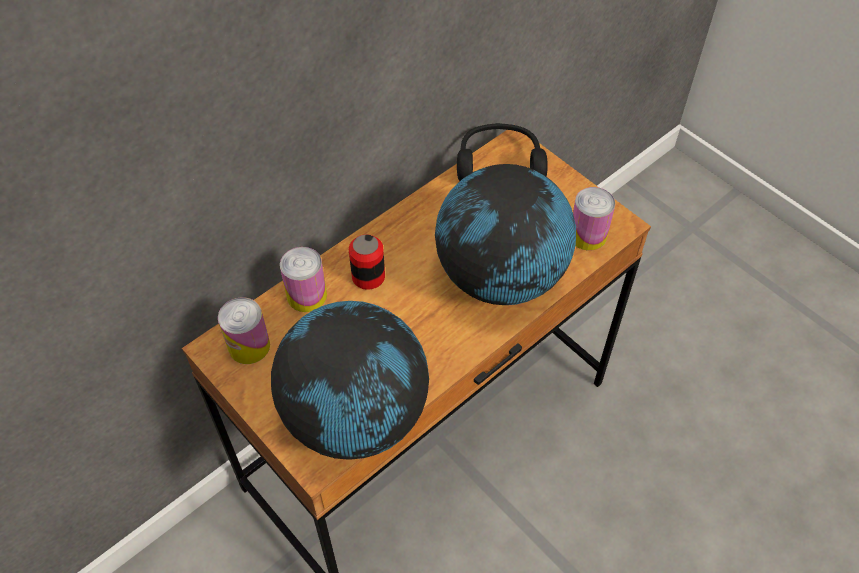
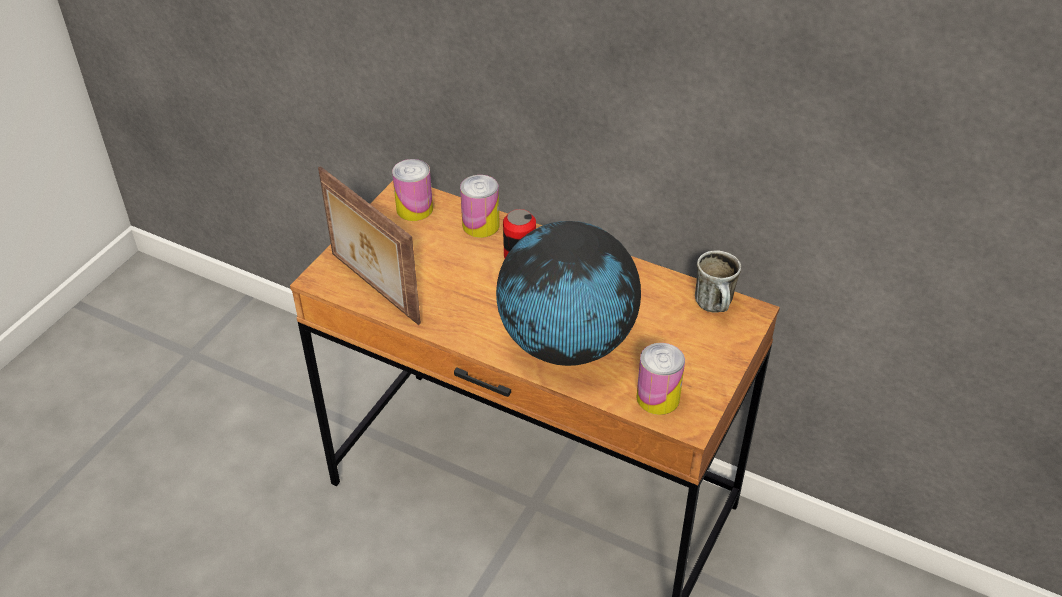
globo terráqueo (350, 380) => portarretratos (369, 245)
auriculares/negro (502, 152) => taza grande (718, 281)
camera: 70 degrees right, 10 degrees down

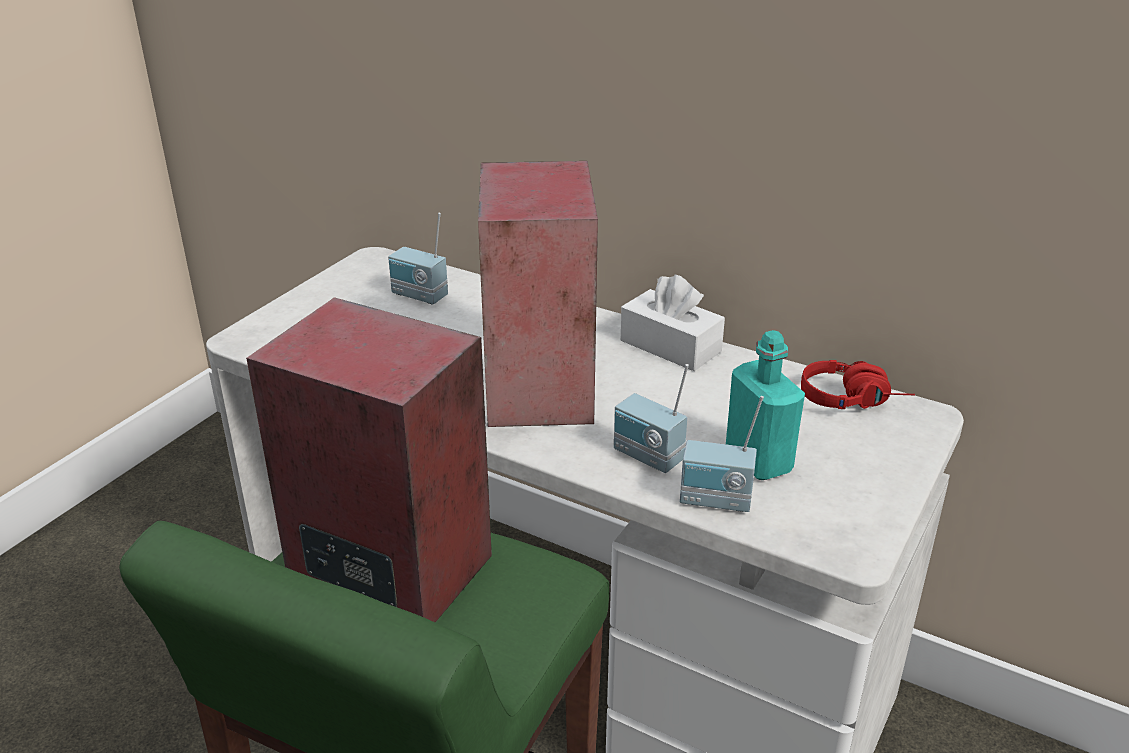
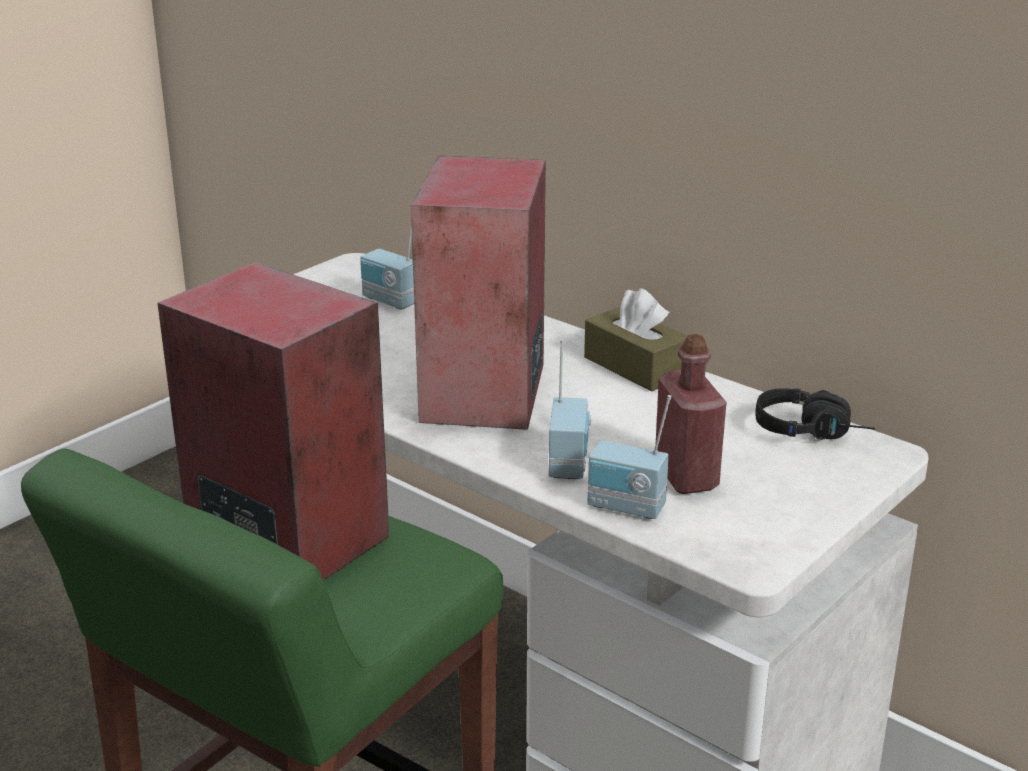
radio (651, 418) => radio (571, 409), 135 degrees counterclockwise
caja de pañuelos/blanco (672, 323) => caja de pañuelos/marrón (635, 340)
botella/turquesa (765, 405) => botella/rojo (691, 414)
auriculares/rojo (858, 384) => auriculares/negro (815, 414)
camera: 10 degrees right, 5 degrees down

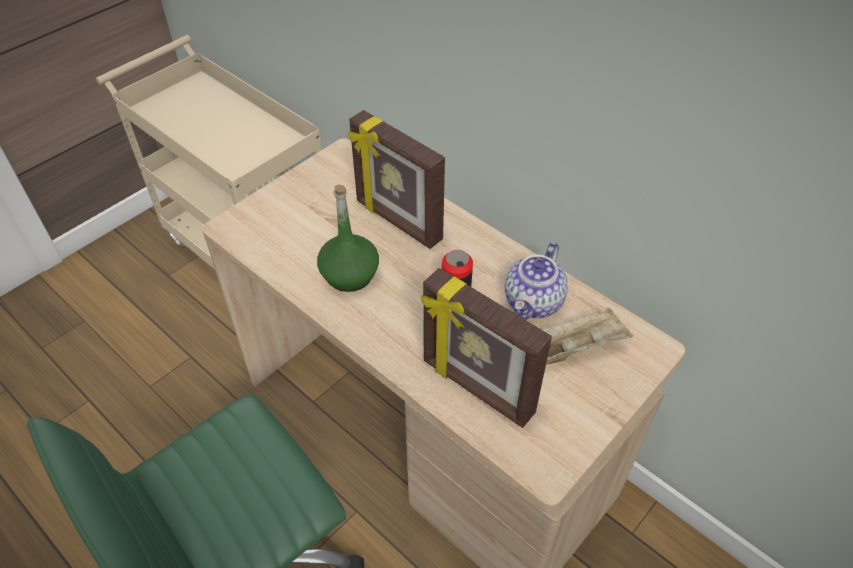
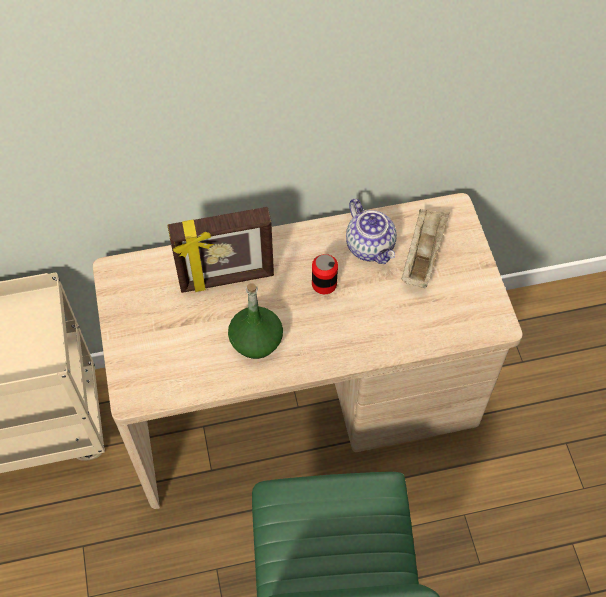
portarretratos (486, 348) => nothing
camera: 55 degrees left, 10 degrees up

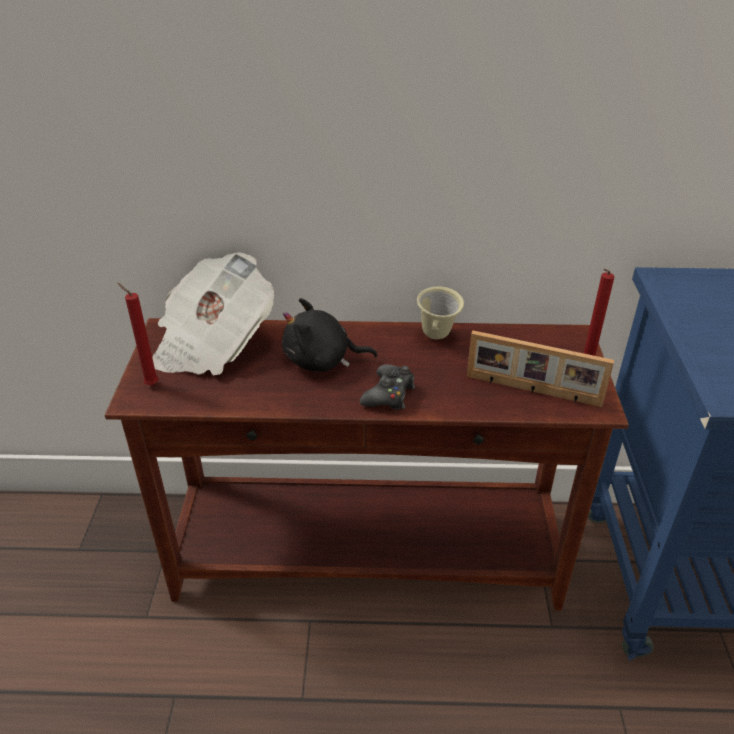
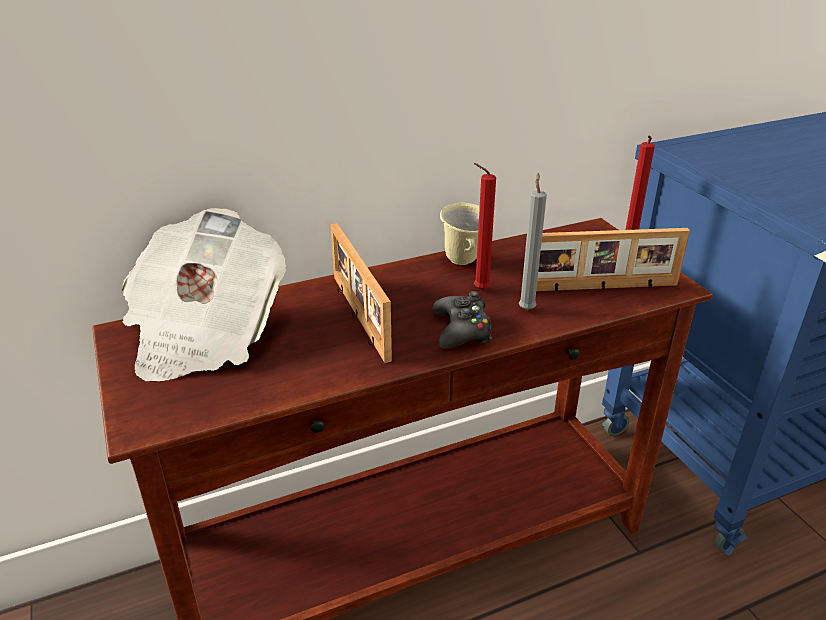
peluche/negro (329, 335) => portarretratos (361, 293)
vela/rojo (138, 334) => vela/rojo (485, 226), moved
nothing => vela/gris (533, 241)
camera: 25 degrees left, 5 degrees down

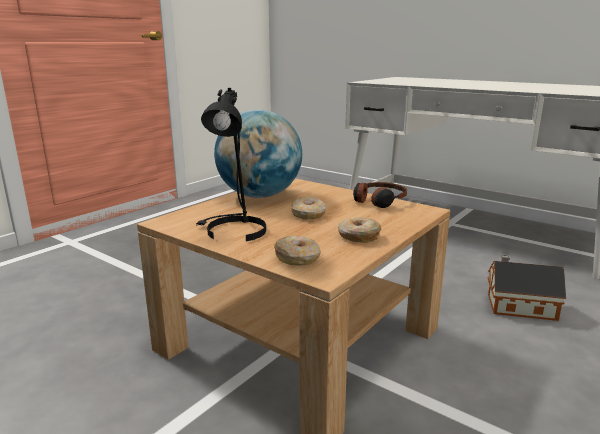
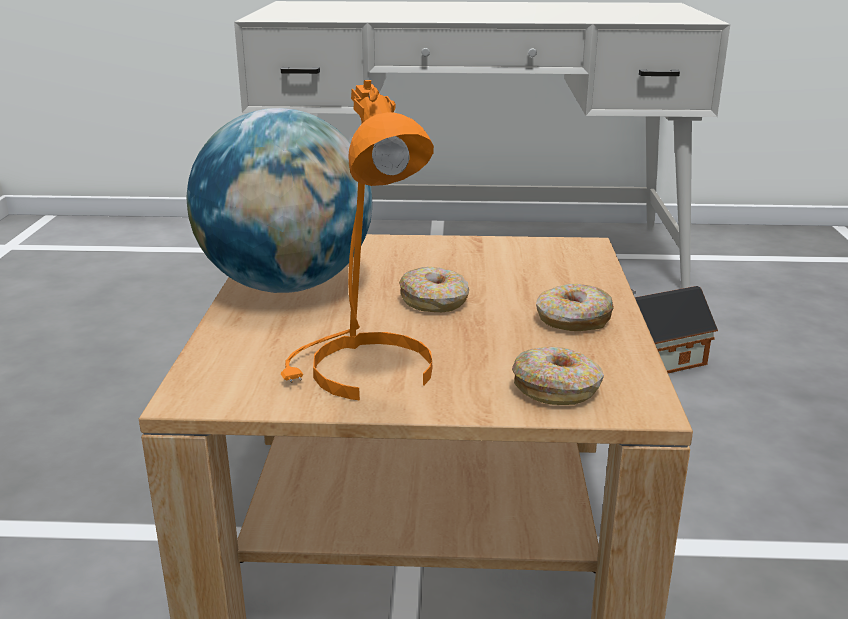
lámpara de mesa/negro (231, 164) => lámpara de mesa/naranja (357, 240)
auriculares (380, 195) => nothing
camera: 35 degrees left, 5 degrees up

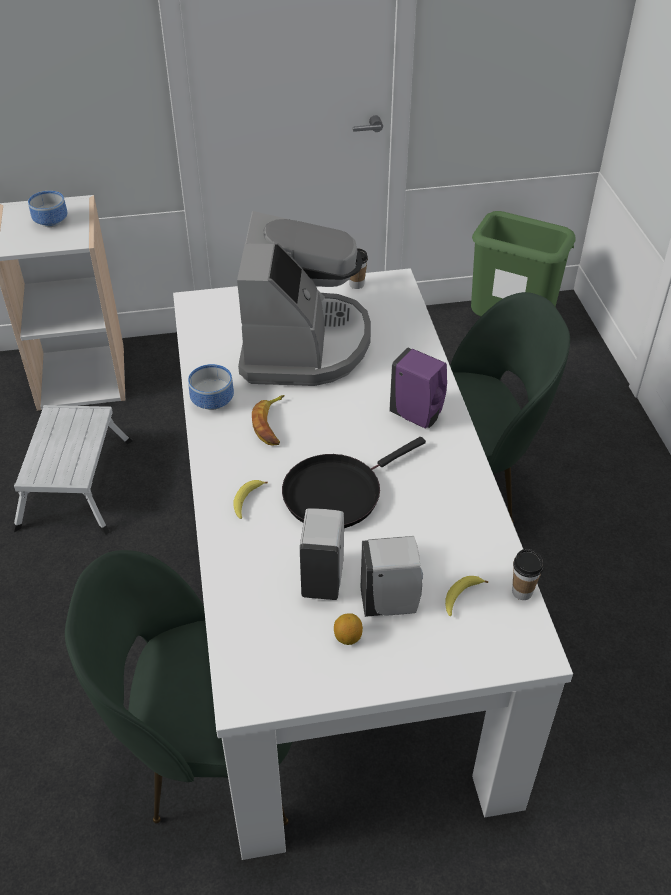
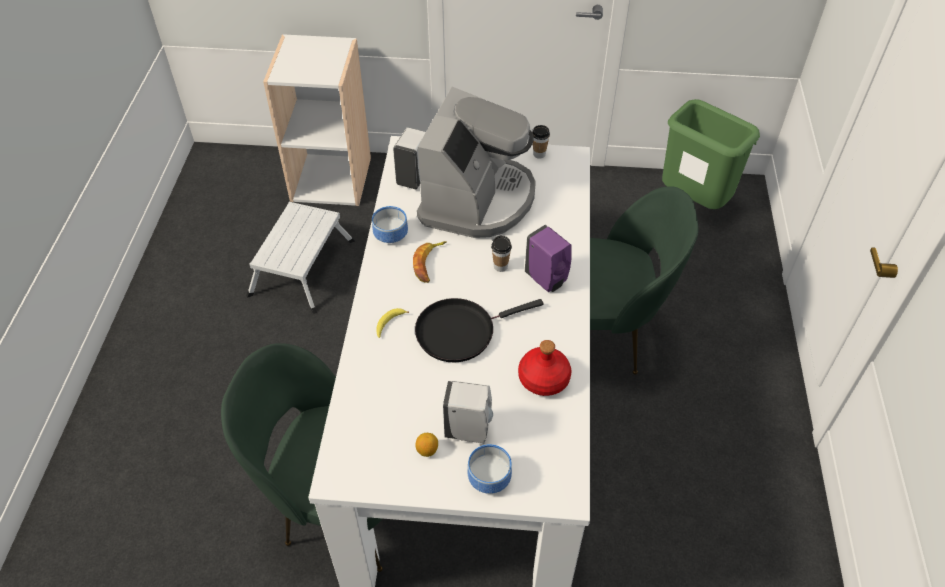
dispensador de jabón/blanco (322, 554) => dispensador de jabón/blanco (409, 158), moved
cuenco (47, 209) => cuenco (490, 469), moved
taza (527, 574) => taza (501, 253), moved
nothing => botella/rojo (545, 368)
plátano (466, 596) => nothing
camera: 15 degrees right, 5 degrees up

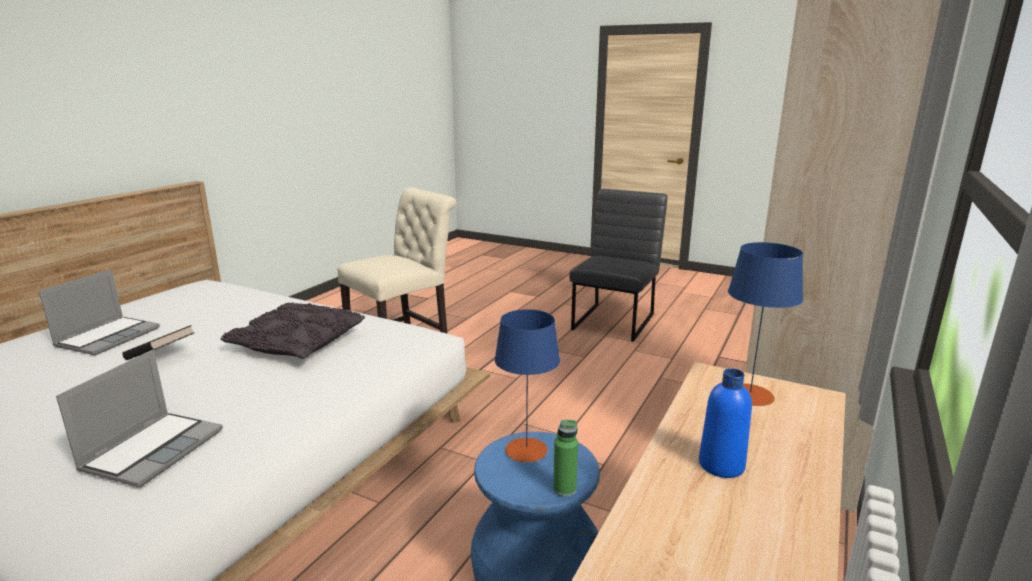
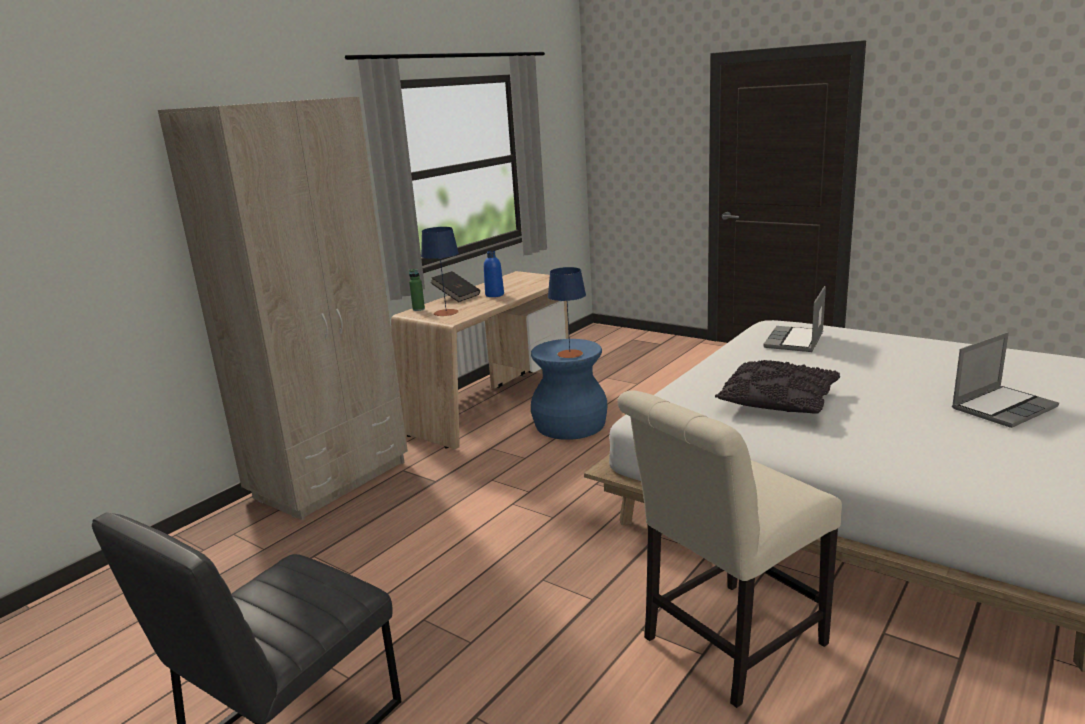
botella/verde (565, 458) => botella/verde (417, 290), moved
libro/negro (158, 342) => libro/negro (455, 286), moved
portátil (99, 312) => portátil (1005, 380), 150 degrees counterclockwise
camera: 170 degrees left, 0 degrees up

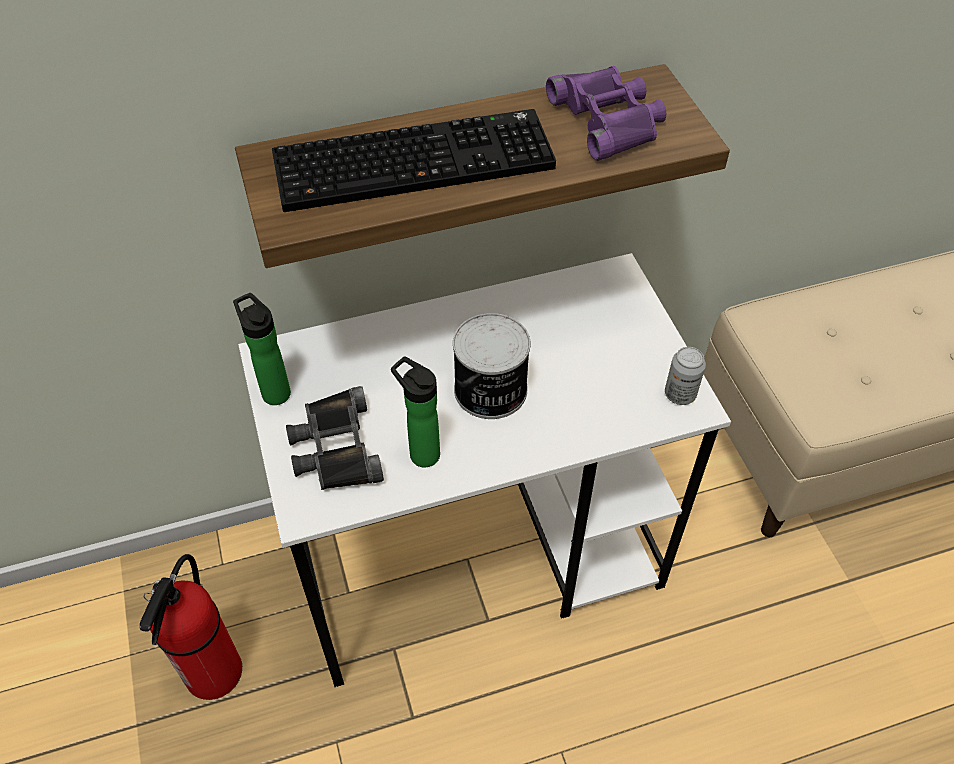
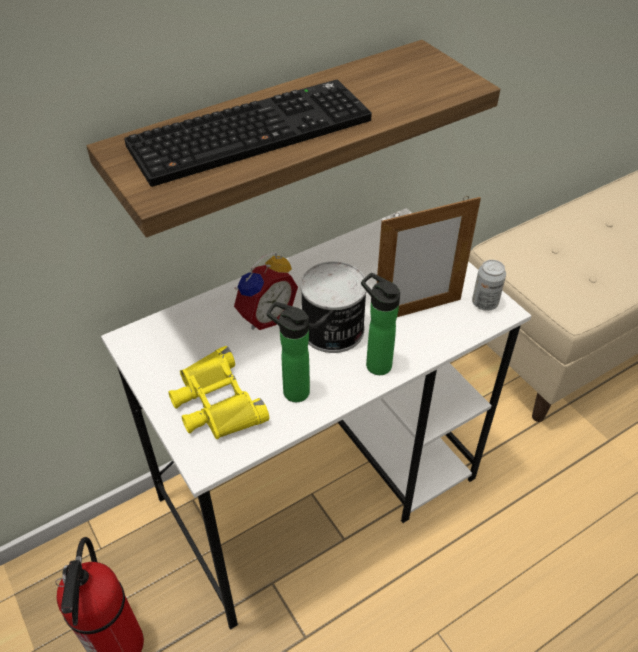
prismáticos/negro (335, 438) => prismáticos/amarillo (218, 392)
nothing => despertador (266, 291)
botella (262, 349) => botella (380, 324), moved
nothing => portarretratos (429, 256)
prismáticos/morado (606, 113) => nothing
camera: 15 degrees left, 5 degrees down

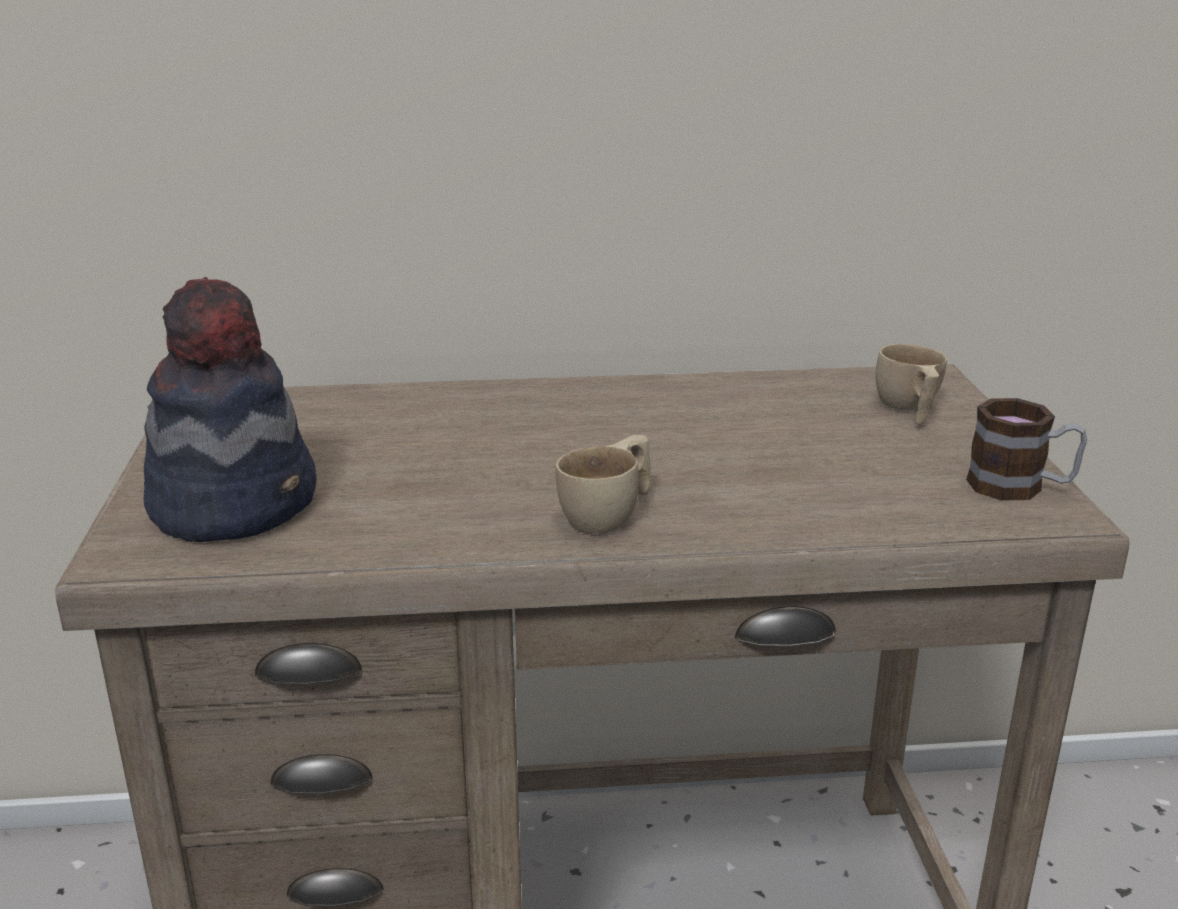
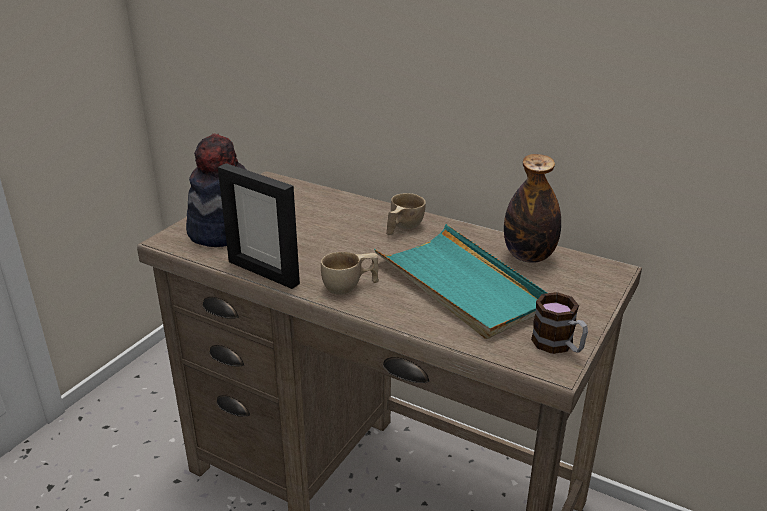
nothing => portarretratos (259, 226)
nothing => bandeja/turquesa (460, 281)
taza/beis (911, 384) => taza/beis (406, 214), moved
nothing => botella (532, 208)
camera: 35 degrees right, 5 degrees up

